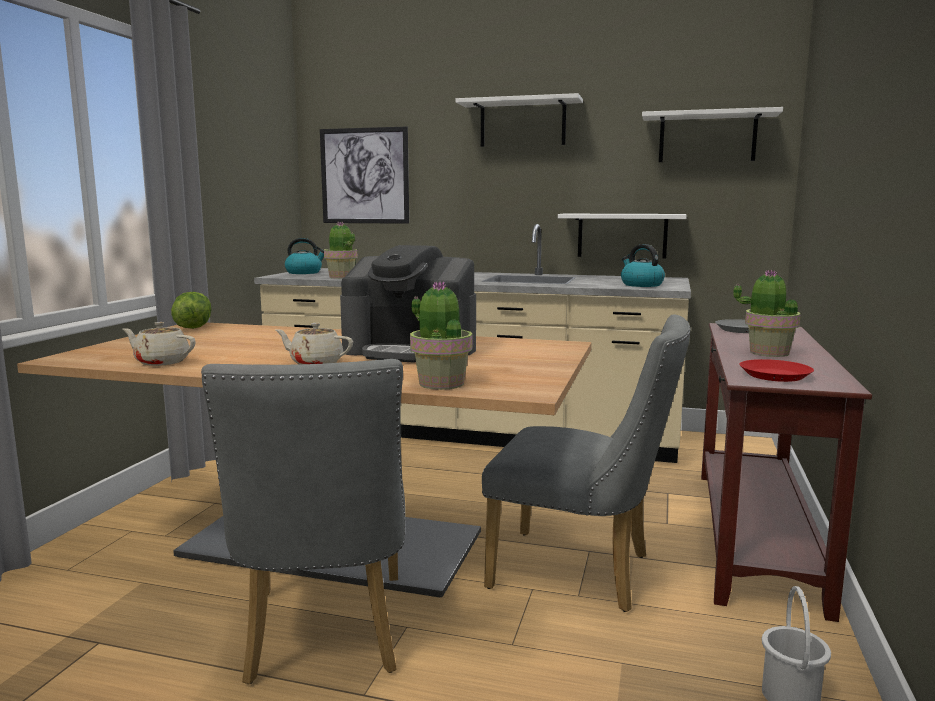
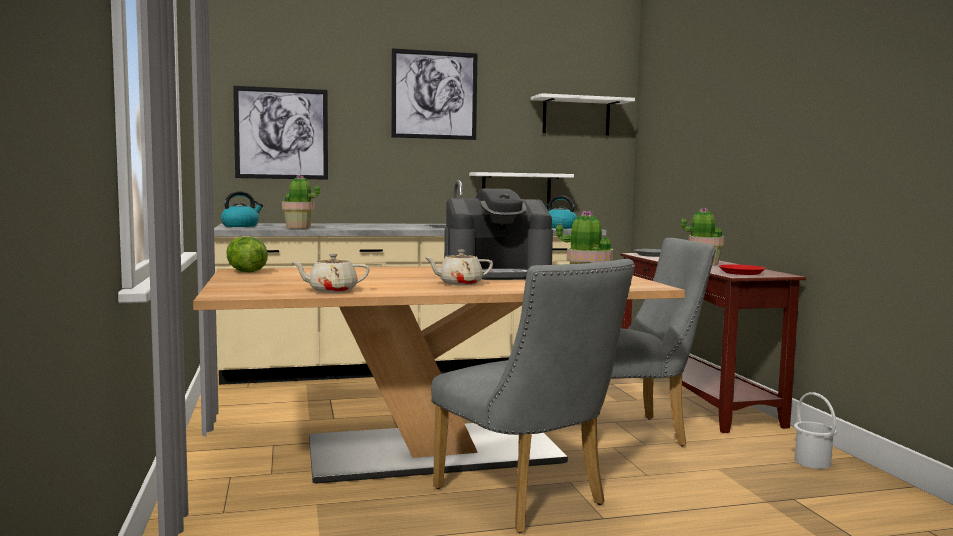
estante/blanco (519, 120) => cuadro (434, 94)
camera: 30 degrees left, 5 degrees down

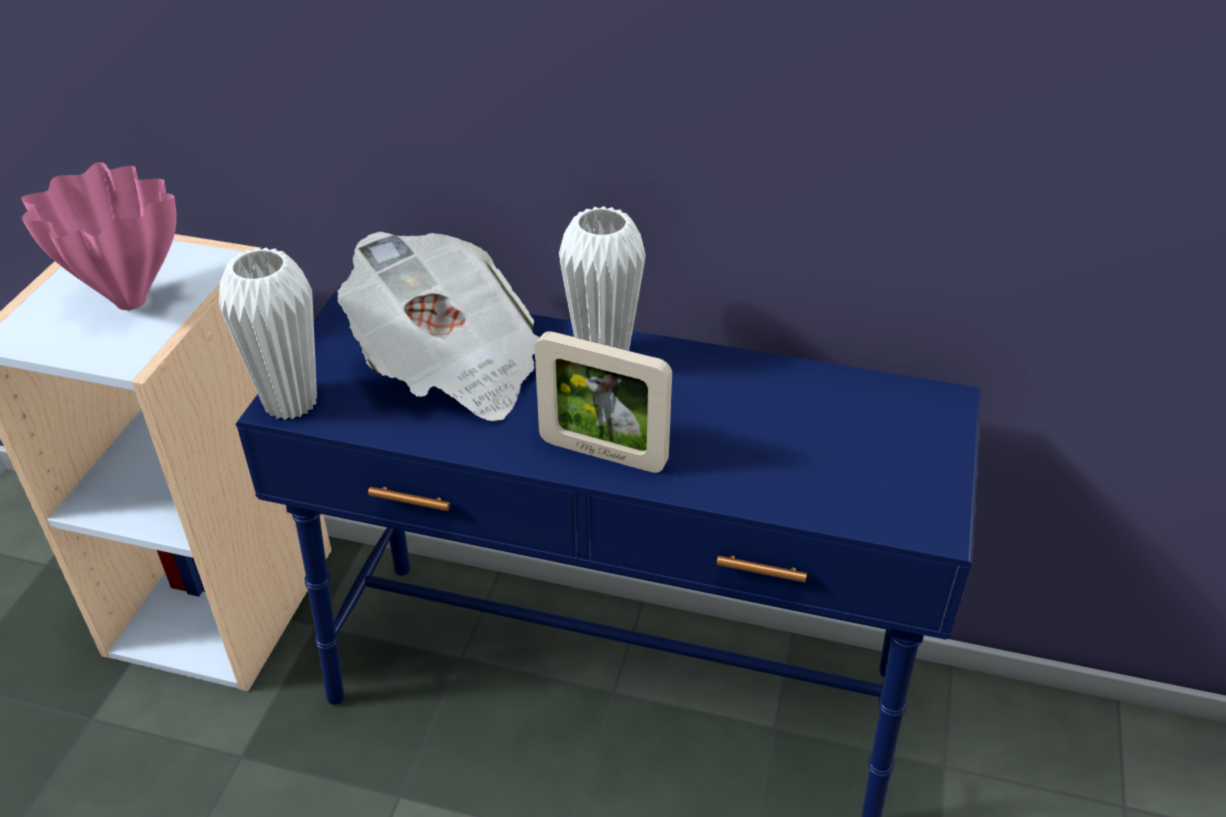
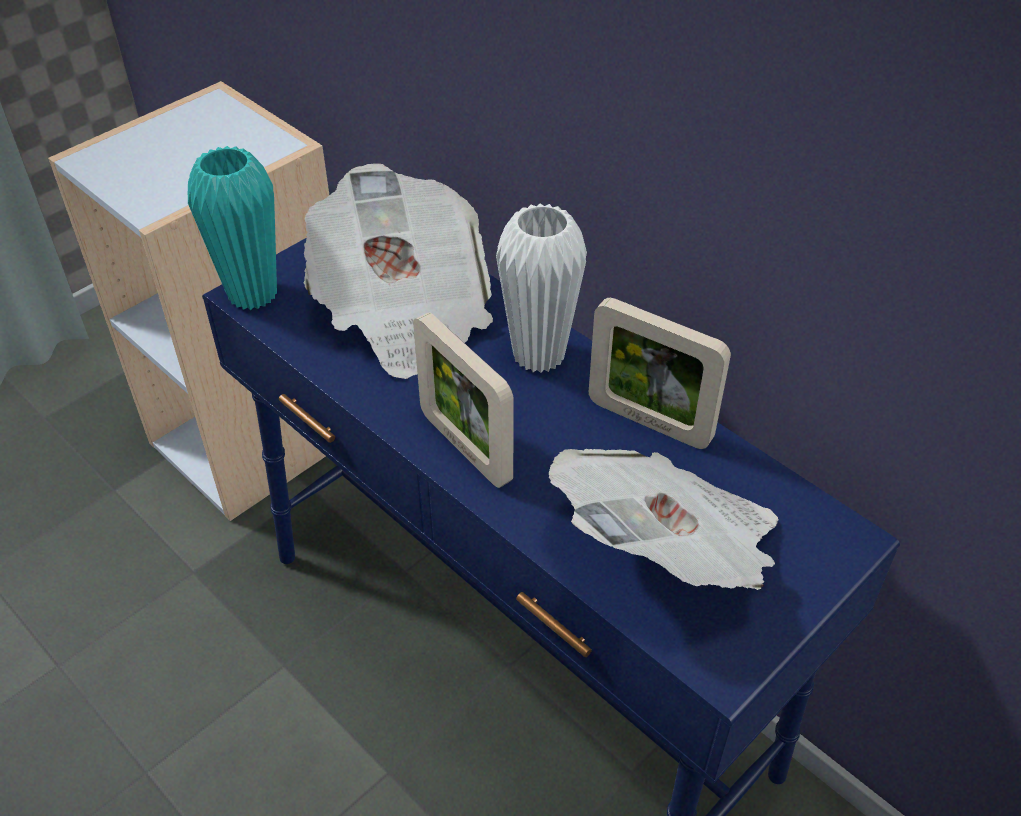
florero/blanco (268, 333) => florero/turquesa (232, 228)
nothing => periódico (663, 519)
nothing => portarretratos (660, 373)
florero/rosa (99, 236) => nothing
camera: 30 degrees right, 5 degrees up

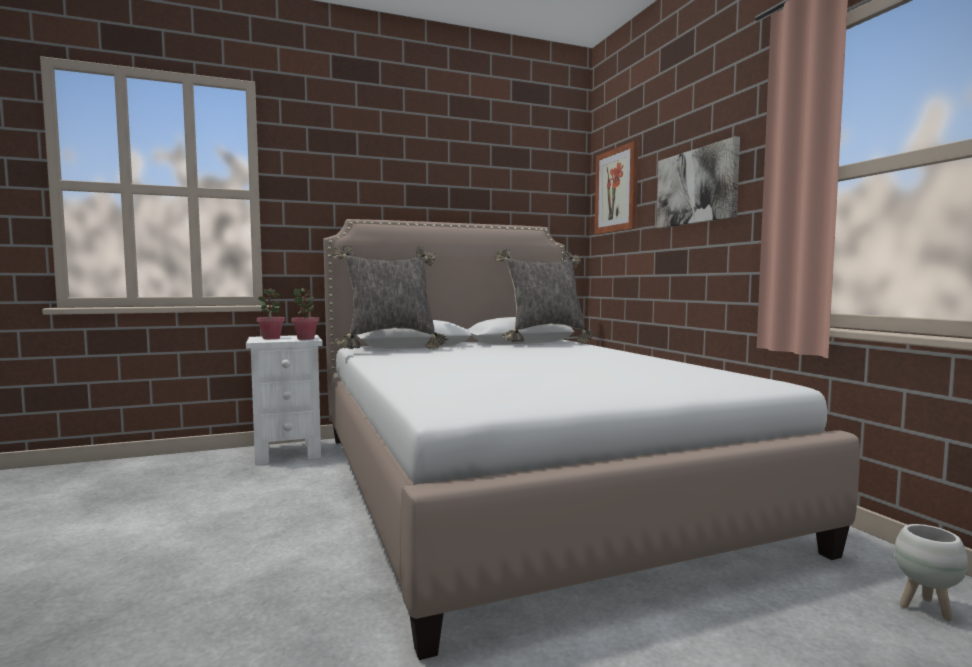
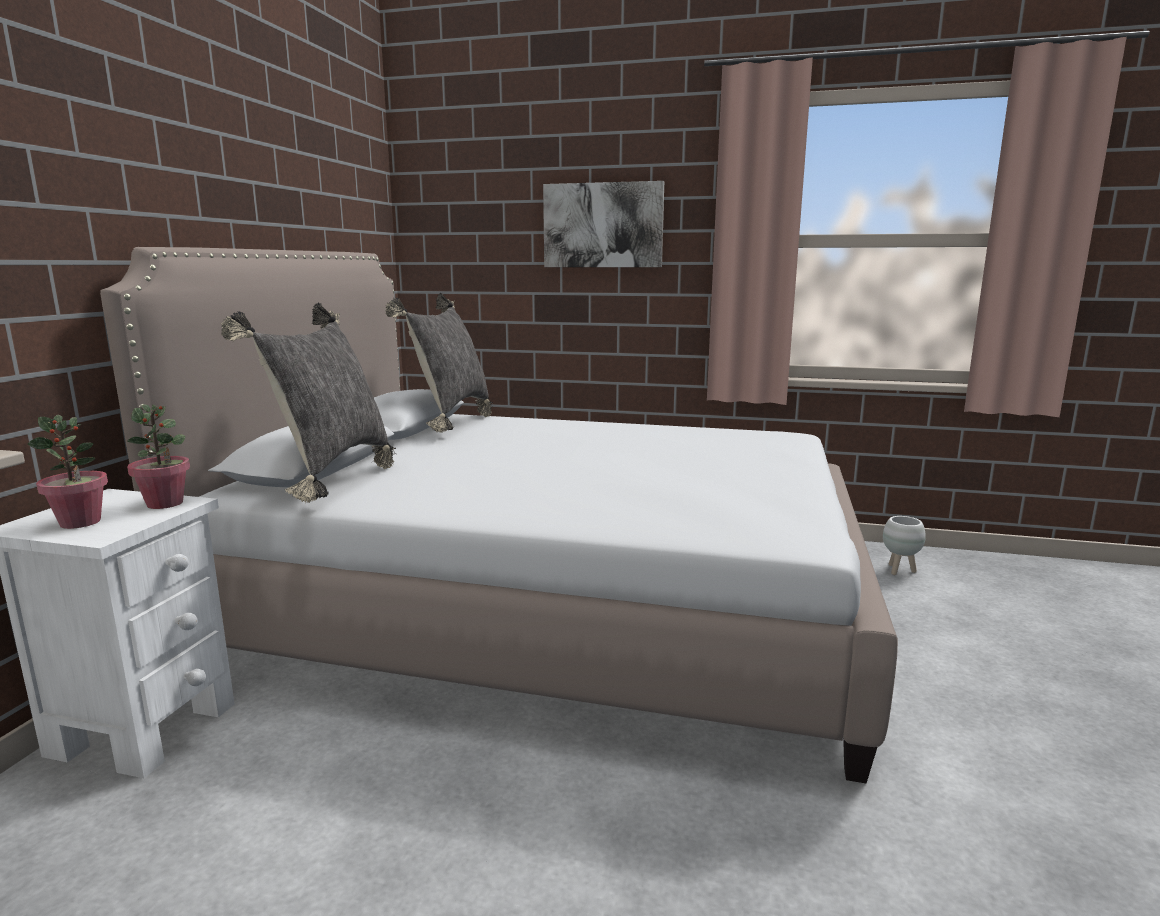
cuadro (616, 188) => nothing
camera: 55 degrees left, 10 degrees up

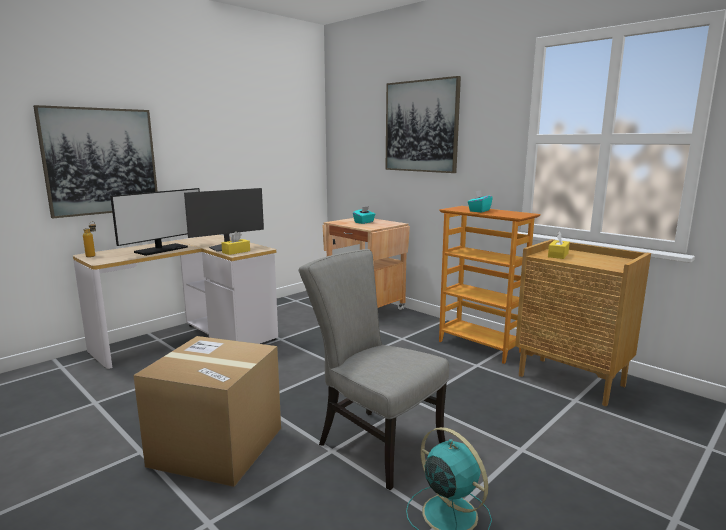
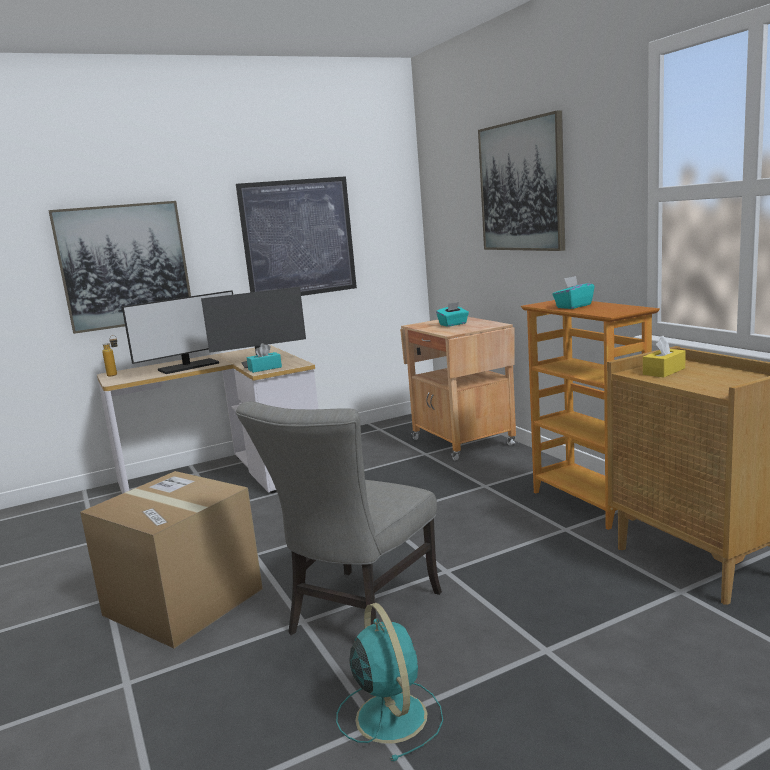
silla/gris (373, 369) => silla/gris (338, 518), 120 degrees counterclockwise
nothing => cuadro (296, 236)
caja de pañuelos/amarillo (236, 243) => caja de pañuelos/turquesa (264, 358)
camera: 20 degrees right, 0 degrees up

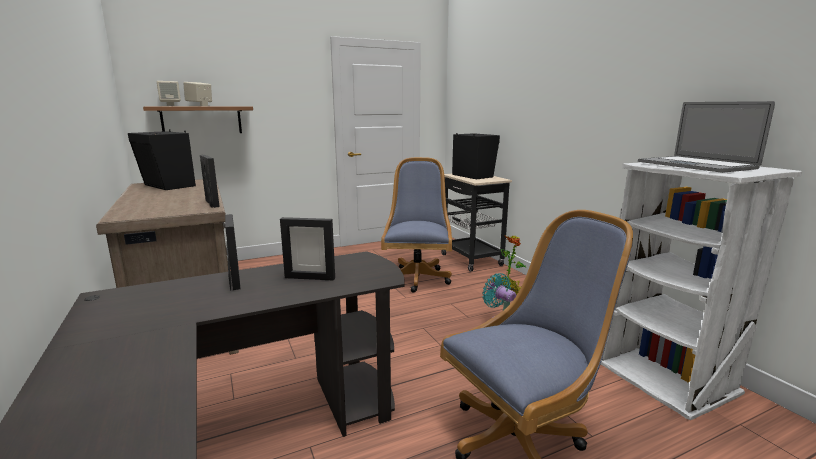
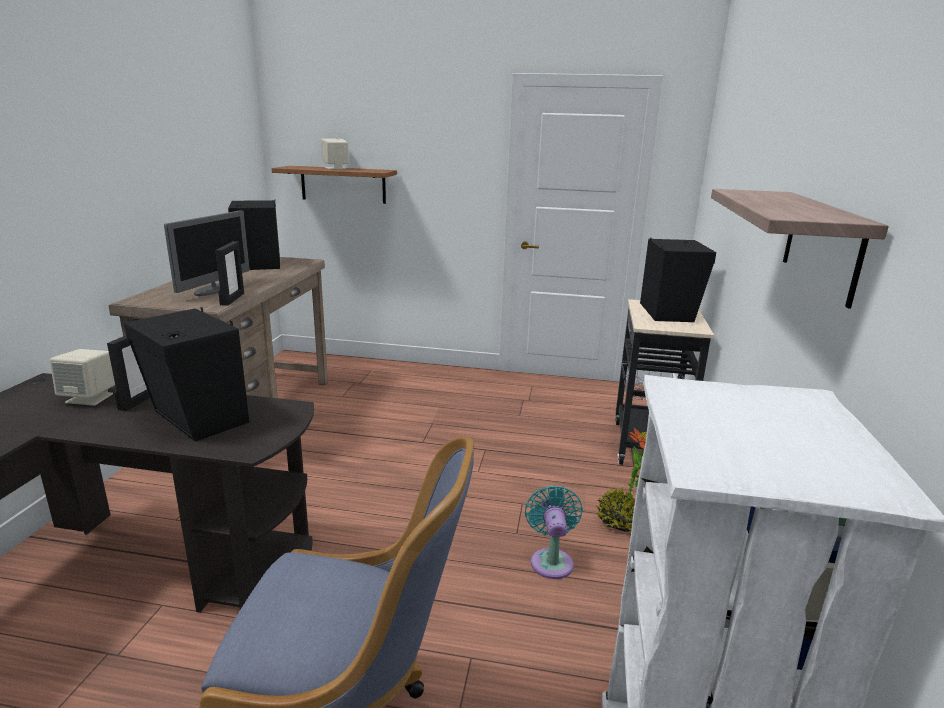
altavoz/beis (169, 93) => altavoz/beis (82, 377), moved
portarretratos (307, 249) => altavoz/negro (186, 374)
nothing => monitor (207, 253)
nothing => estante (800, 249)
silla de oficina/azul (416, 225) => nothing
portátil (706, 137) => nothing
camera: 35 degrees right, 5 degrees up

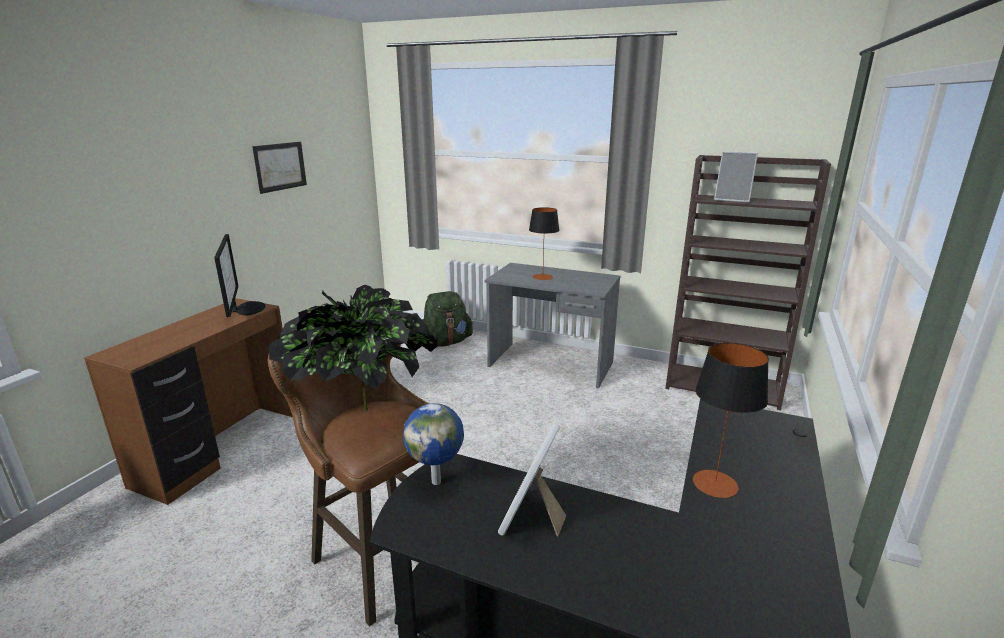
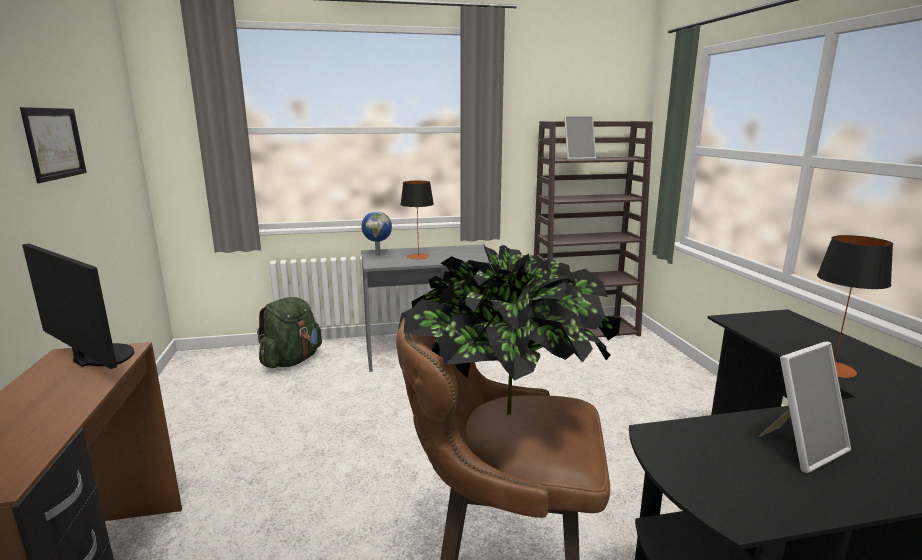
globo terráqueo (433, 444) => globo terráqueo (376, 233), moved
portarretratos (532, 480) => portarretratos (805, 407), 105 degrees counterclockwise
camera: 35 degrees left, 5 degrees down

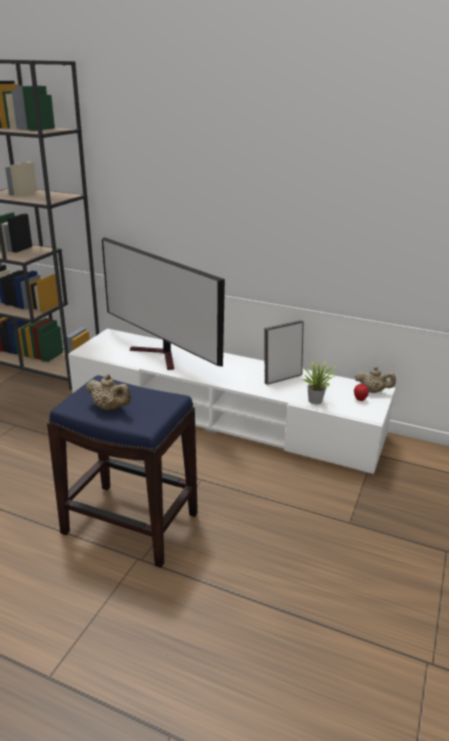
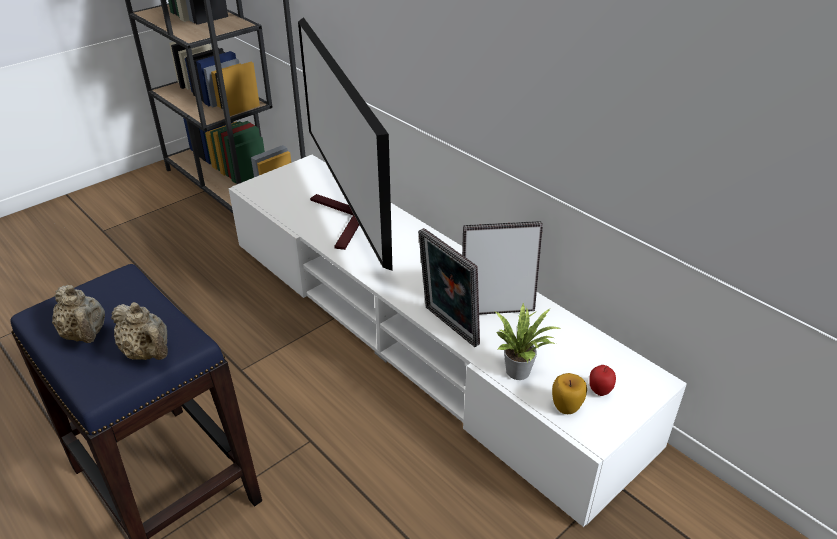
tetera/beis (375, 379) => tetera/beis (139, 331), moved
nothing => portarretratos (449, 287)
nothing => manzana (569, 393)
camera: 25 degrees right, 10 degrees up

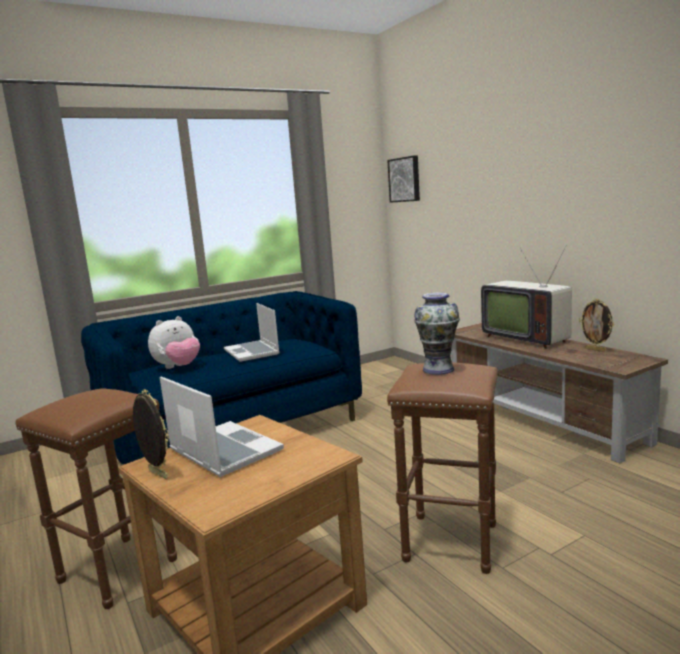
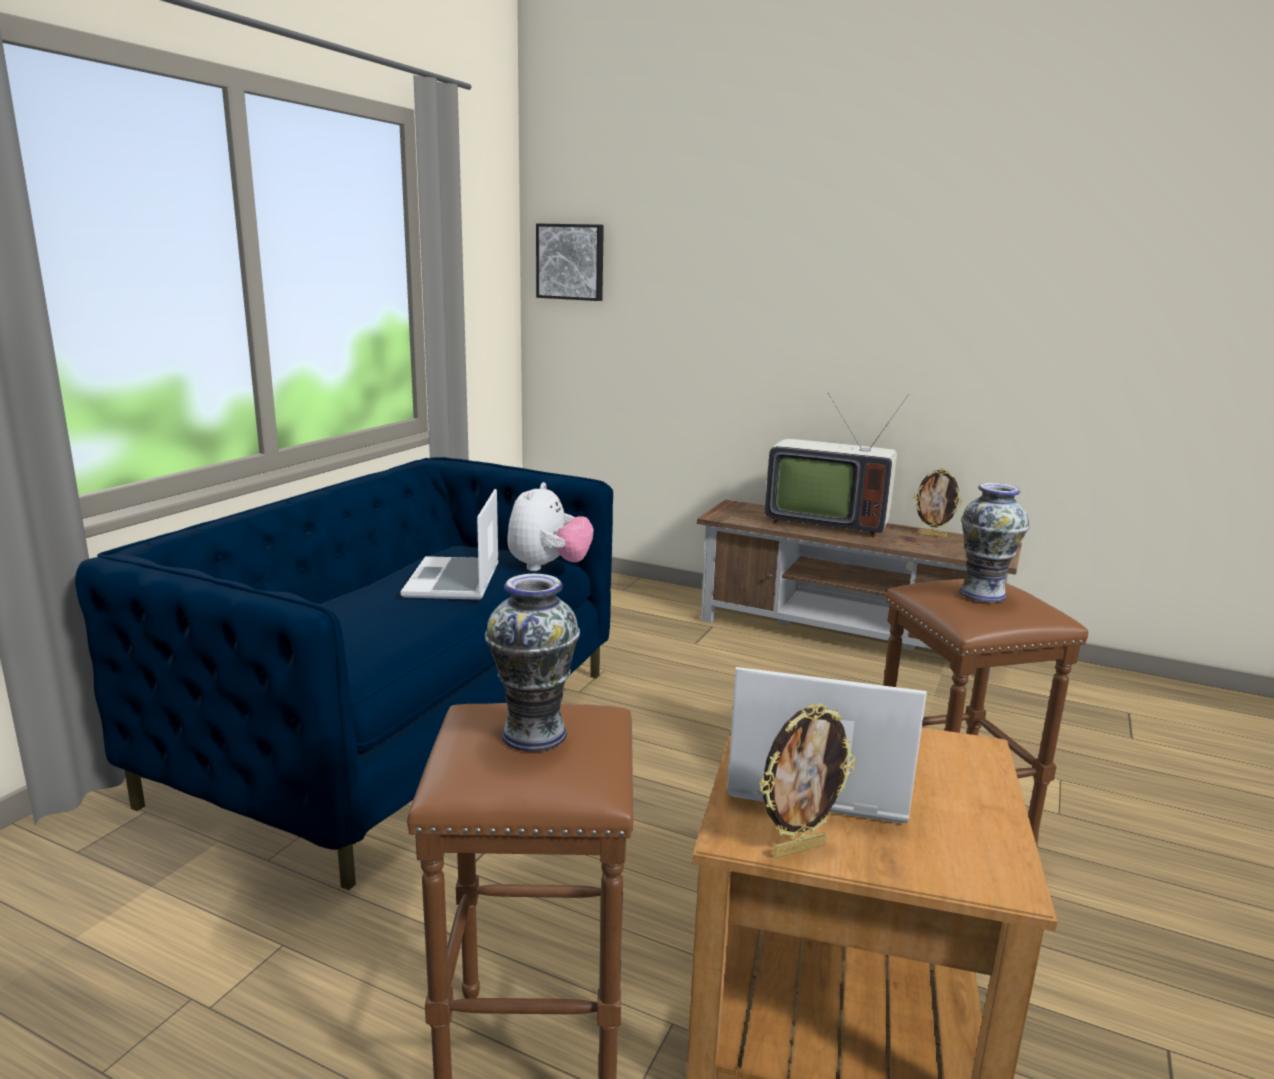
portátil (252, 332) => portátil (450, 544), 60 degrees clockwise
nothing => florero (532, 663)
peluche (174, 342) => peluche (550, 526), moved
portarretratos (151, 434) => portarretratos (807, 780), 150 degrees clockwise
camera: 35 degrees left, 5 degrees up

